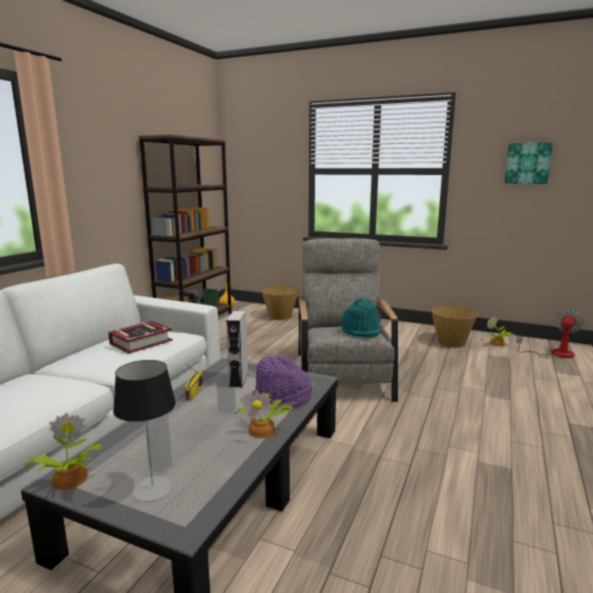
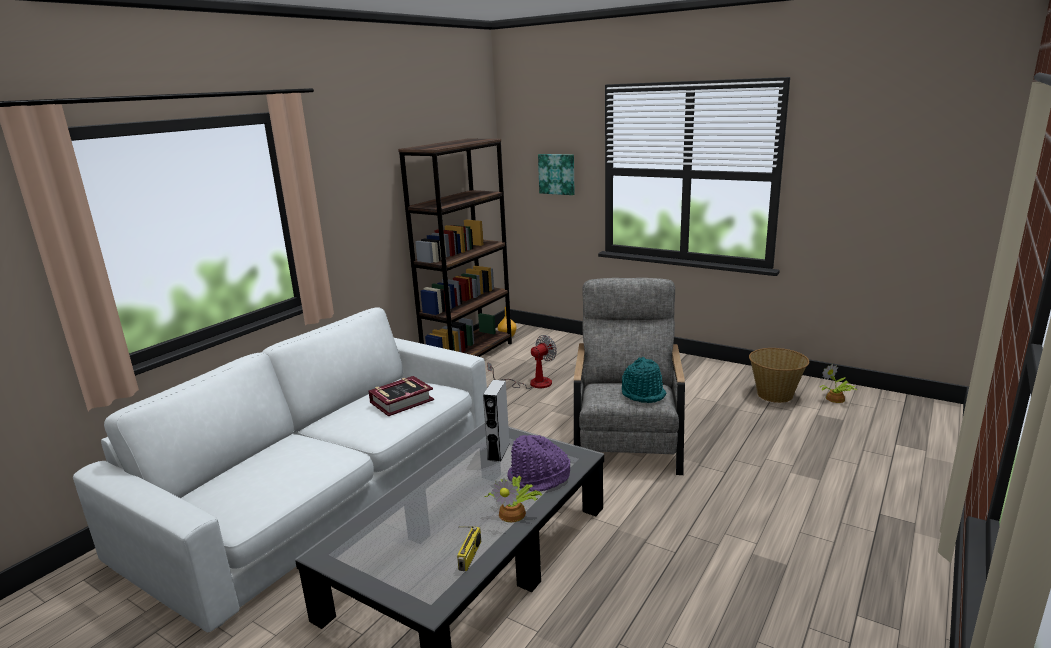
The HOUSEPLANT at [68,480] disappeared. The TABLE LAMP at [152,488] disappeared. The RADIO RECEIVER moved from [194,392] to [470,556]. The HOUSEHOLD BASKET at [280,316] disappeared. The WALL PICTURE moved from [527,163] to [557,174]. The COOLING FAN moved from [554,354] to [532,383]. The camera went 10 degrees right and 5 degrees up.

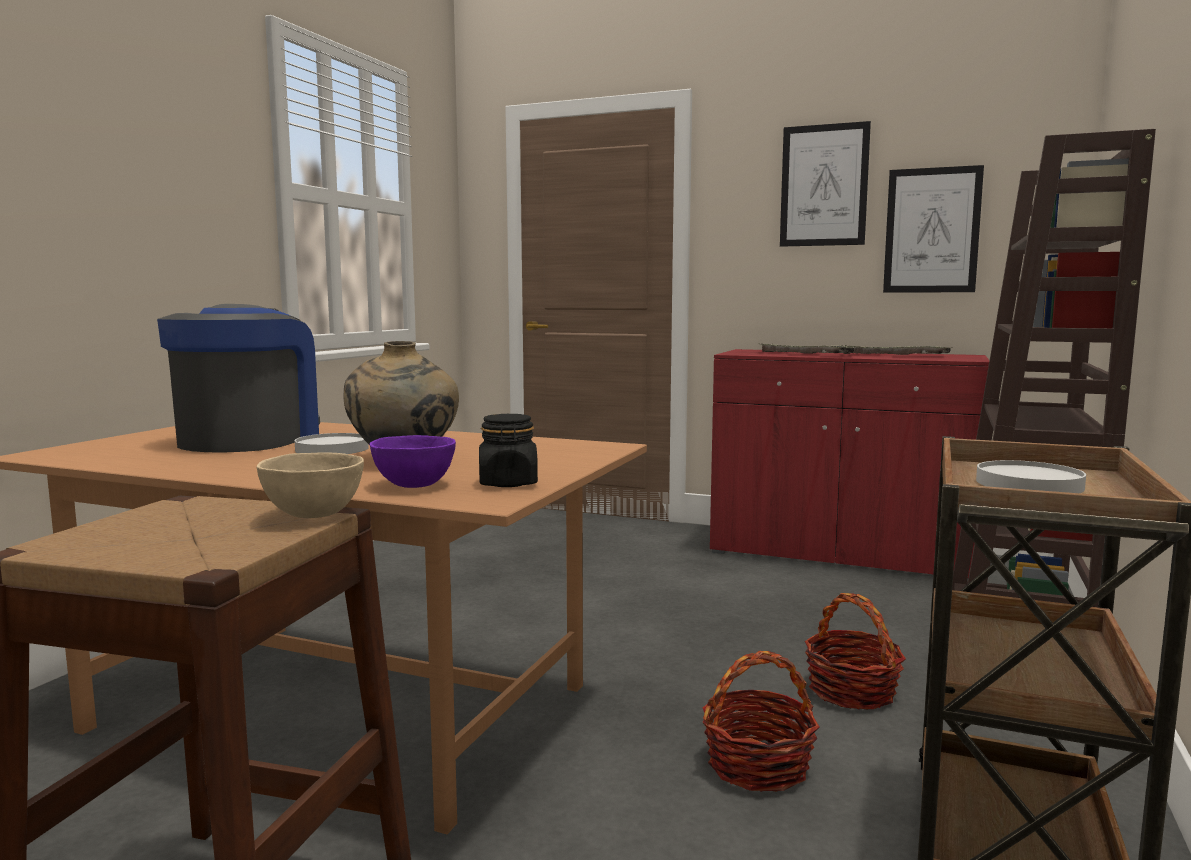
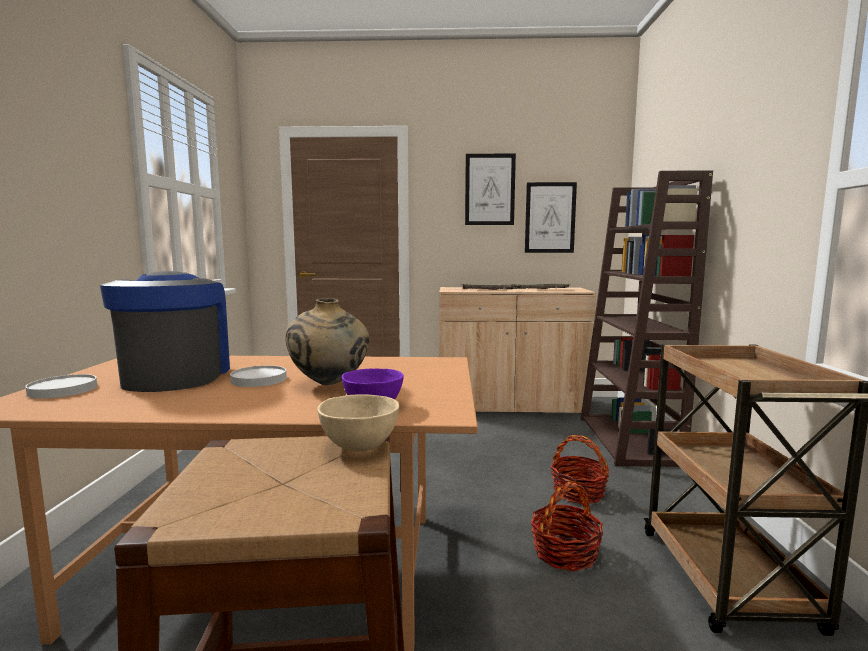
The BLACKISH PRESERVE JAR at [508,483] disappeared. The RED-COLOURED CUPBOARD at [840,554] became the SAND-COLOURED CUPBOARD at [510,405]. The WHITISH DINNER PLATE moved from [1029,484] to [63,390]. The camera went 20 degrees left and 0 degrees up.

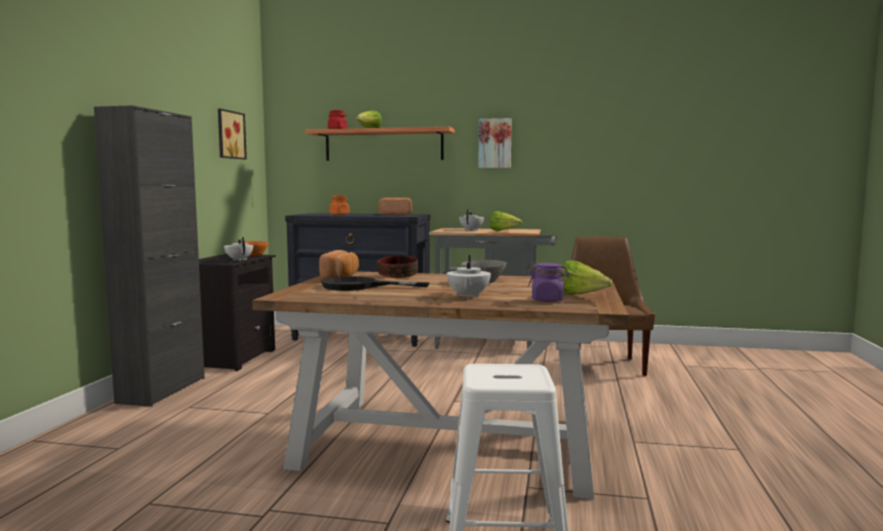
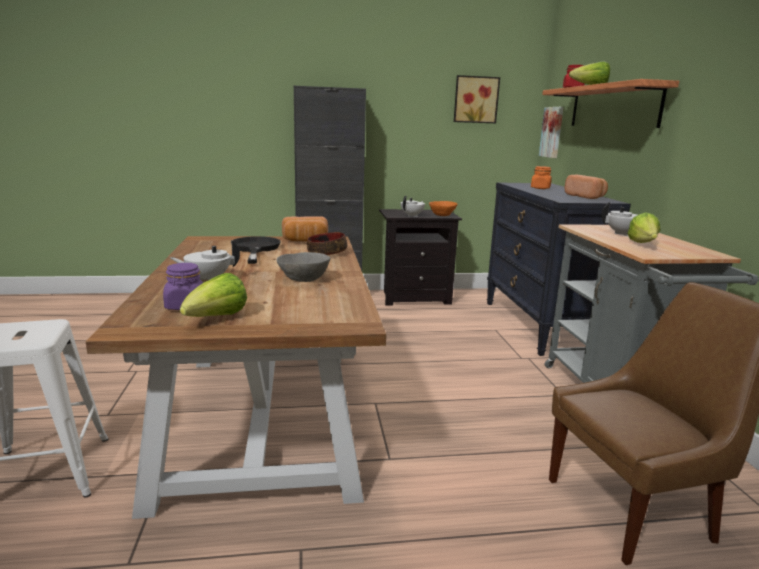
The WALL PICTURE moved from [495,143] to [552,132]. The camera went 70 degrees right and 10 degrees up.

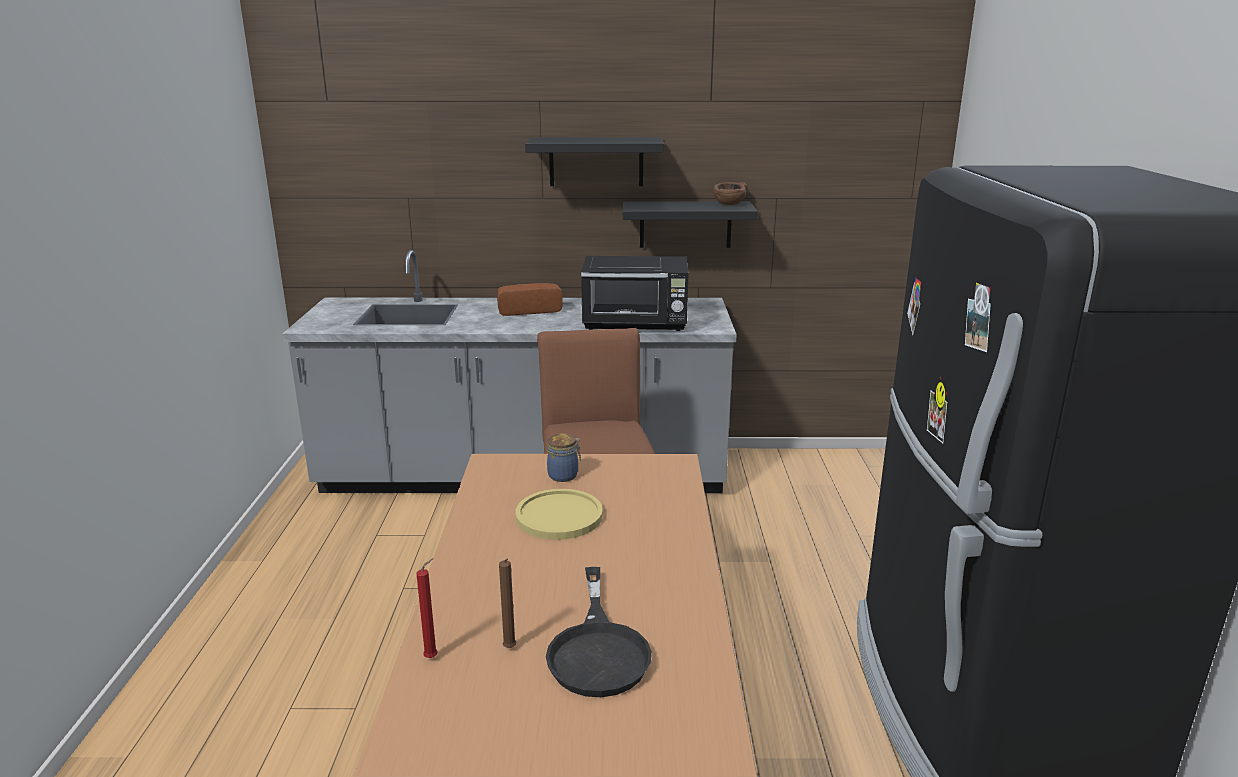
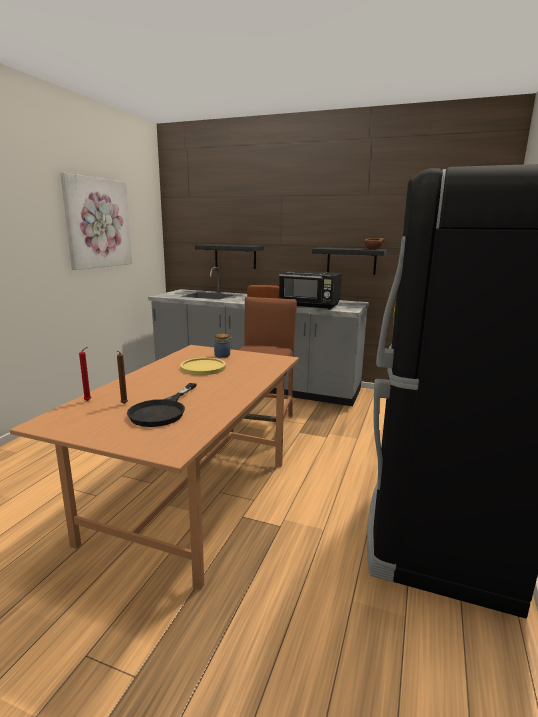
The BLACKISH BRACKET SHELF moved from [596,161] to [235,256]. The WALL PICTURE at [98,223] appeared. The camera went 20 degrees right and 5 degrees down.

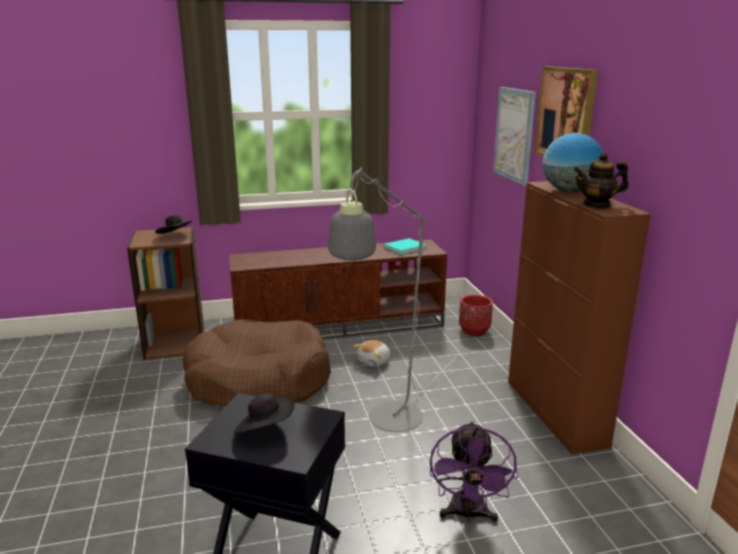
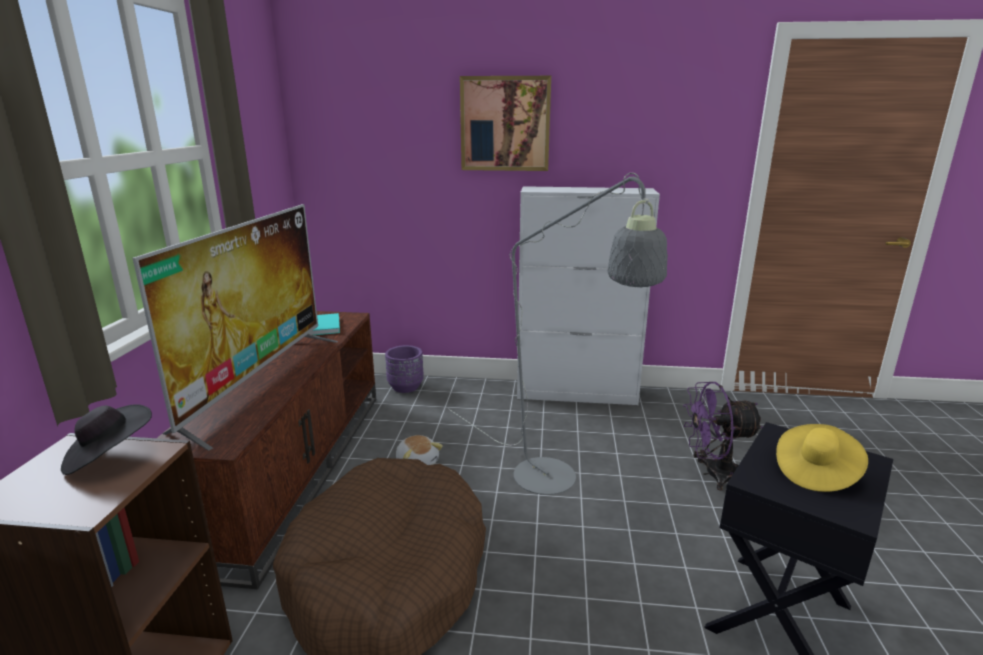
The BLACKISH WEARABLE HAT at [265,429] became the YELLOW-COLOURED WEARABLE HAT at [815,472]. The PURPLISH COOLING FAN at [468,515] turned 150 degrees clockwise. The RED-COLOURED PLANTER at [474,331] became the PURPLISH PLANTER at [405,387]. The WALL PICTURE at [514,134] disappeared. The BROWNISH CUPBOARD at [555,412] became the WHITISH CUPBOARD at [577,393]. The DESK GLOBE at [569,191] disappeared. The TEA POT at [597,205] disappeared. The TELEVISION at [258,382] appeared. The camera went 70 degrees left and 0 degrees up.

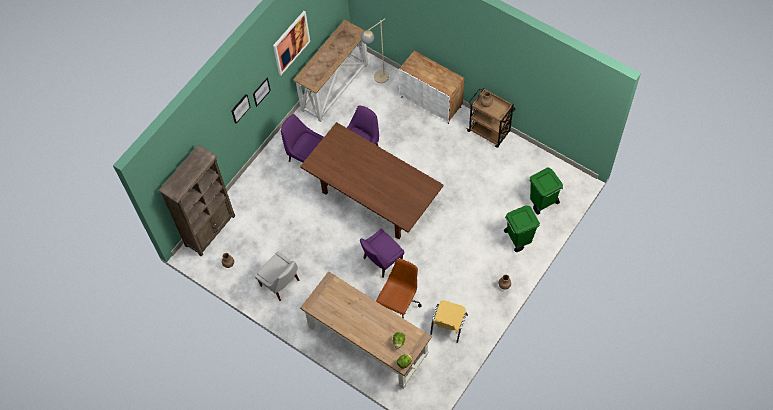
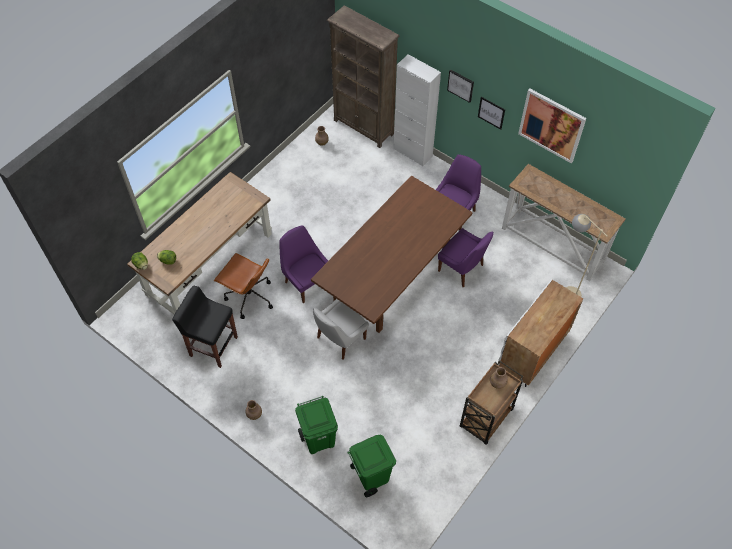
The WHITISH UPRIGHT CHAIR moved from [281,284] to [339,339]. The YELLOW-COLOURED UPRIGHT CHAIR at [448,325] was replaced by the BLACKISH STOOL at [213,346]. The WHITISH CUPBOARD at [412,152] appeared. The camera went 90 degrees right and 5 degrees down.

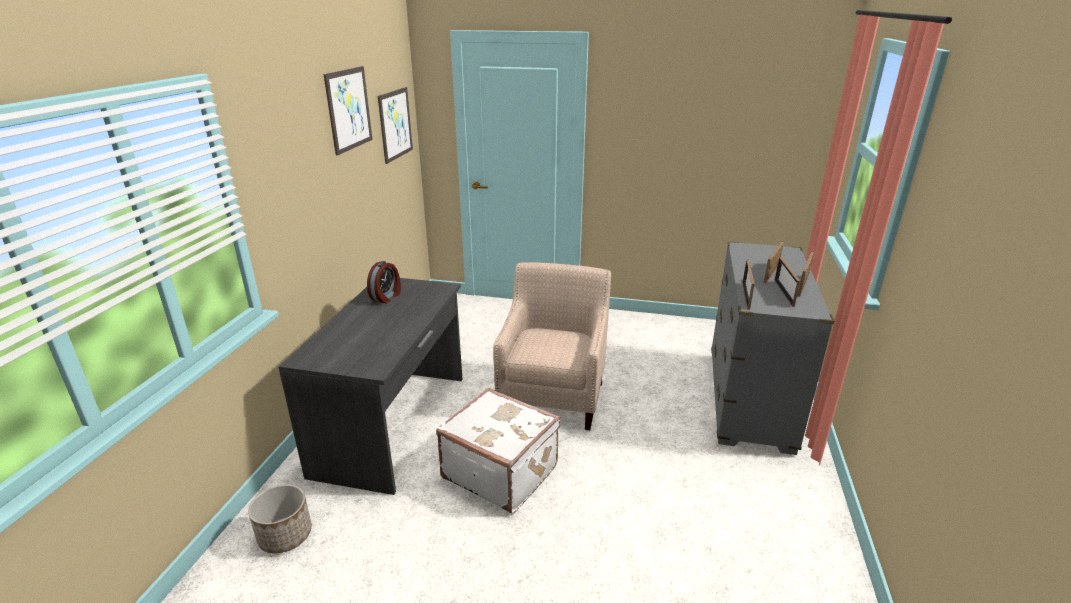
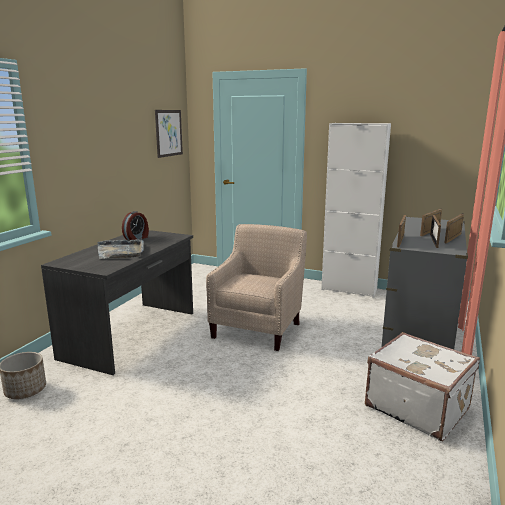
The WALL PICTURE at [349,109] disappeared. The WHITISH PIECE OF LUGGAGE moved from [501,471] to [417,406]. The GREYISH TRAY at [121,251] appeared. The WHITISH CUPBOARD at [349,289] appeared. The camera went 10 degrees right and 10 degrees down.

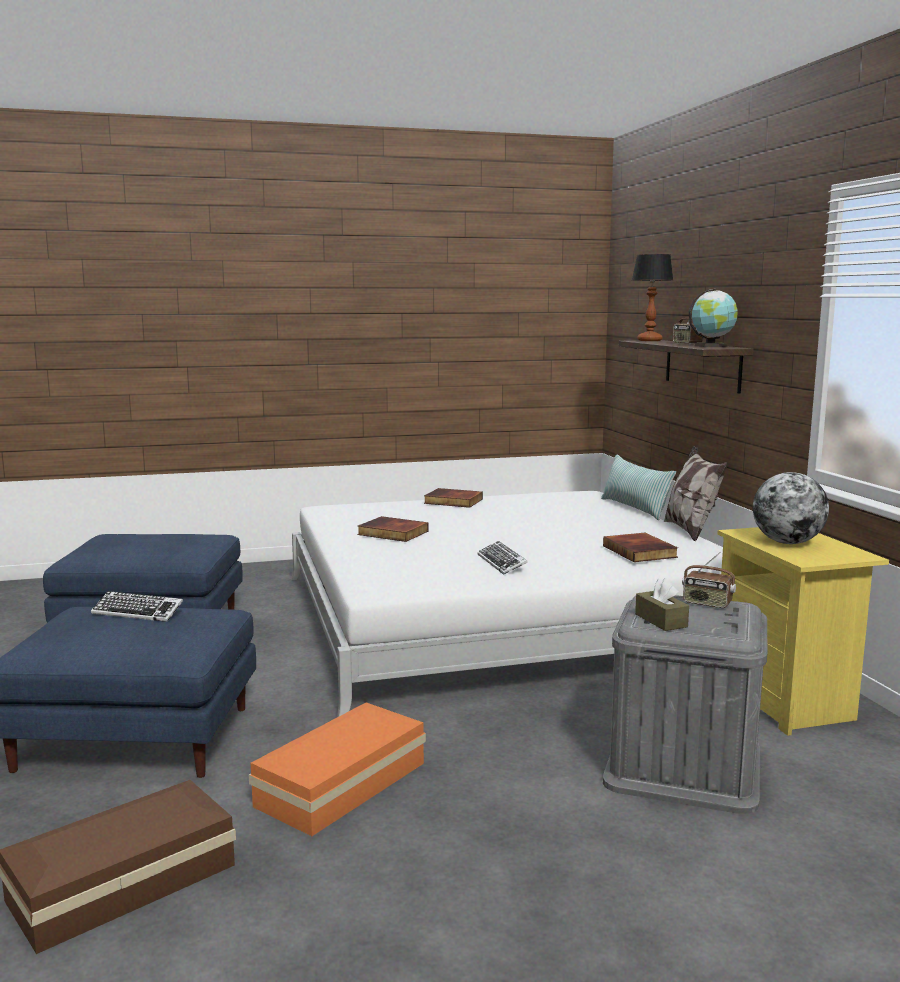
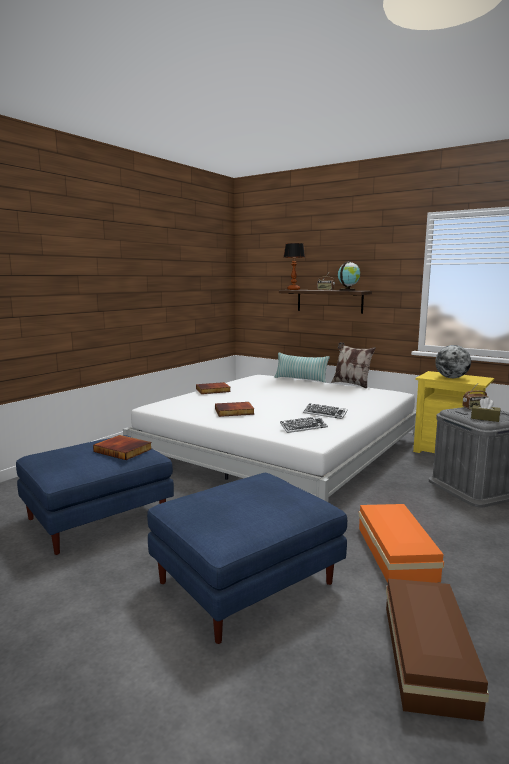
The PC KEYBOARD moved from [137,612] to [303,427]. The BOOK moved from [641,551] to [124,450]. The camera went 40 degrees left and 0 degrees up.

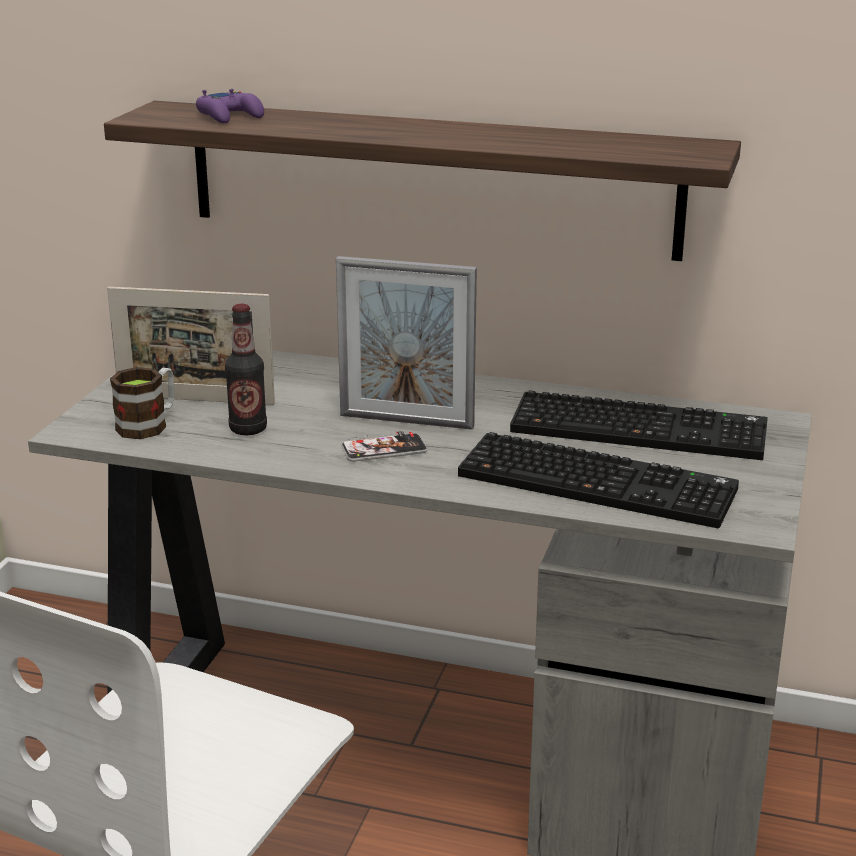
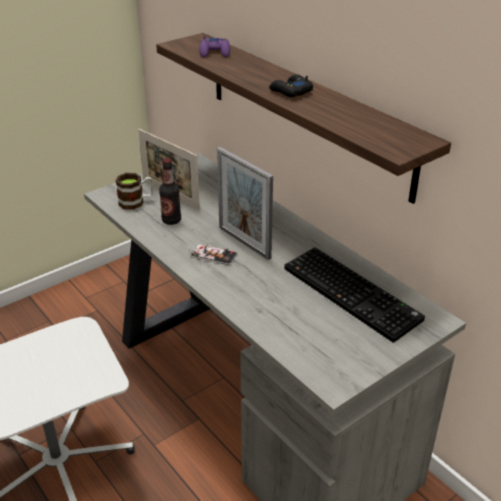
The PC KEYBOARD at [600,482] disappeared. The BLACKISH GAMEPAD at [290,91] appeared. The camera went 35 degrees right and 10 degrees up.

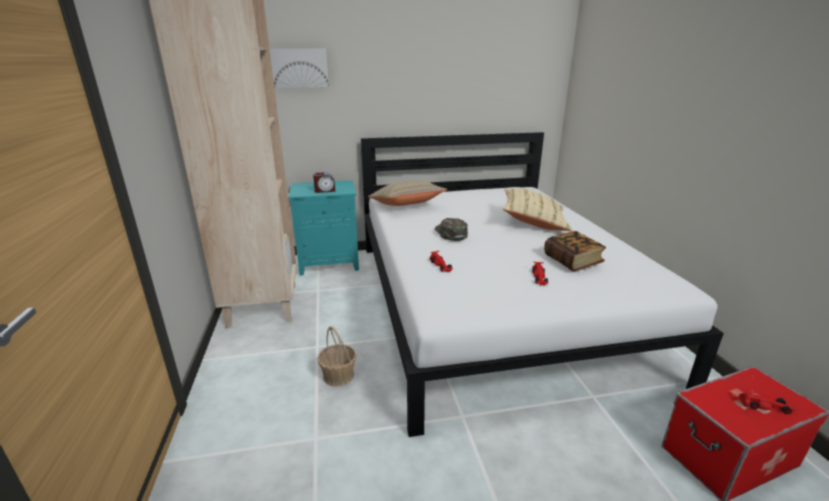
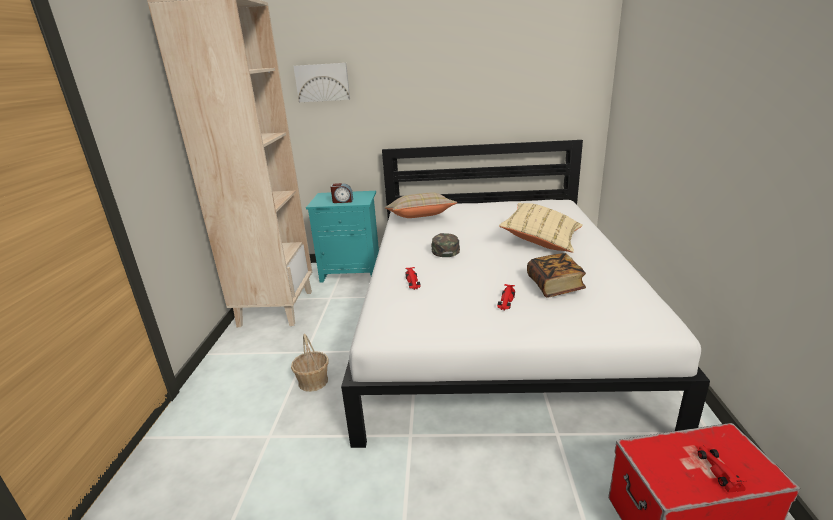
The RED-COLOURED TOY CAR at [766,406] turned 120 degrees counterclockwise. The camera went 15 degrees right and 0 degrees up.

